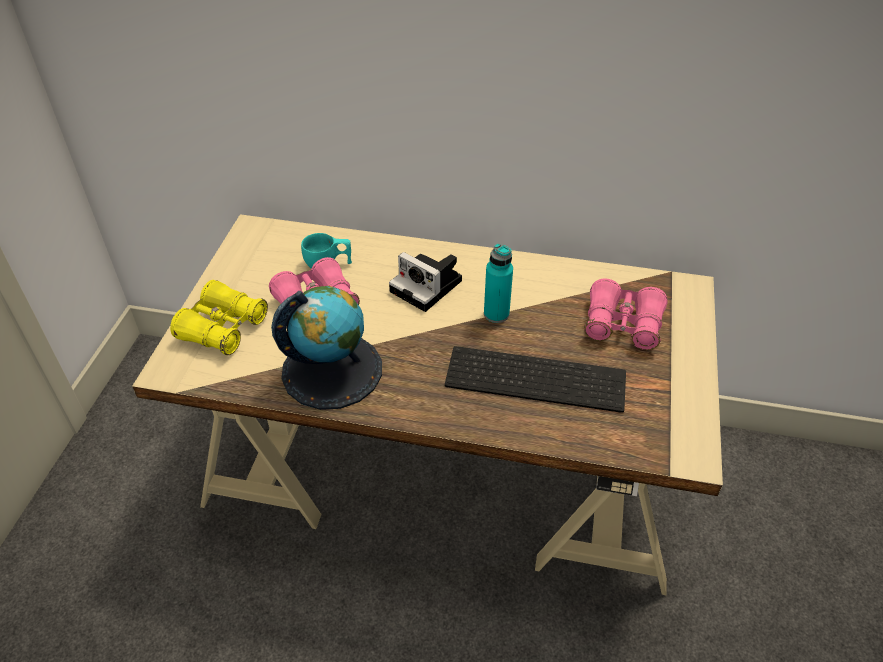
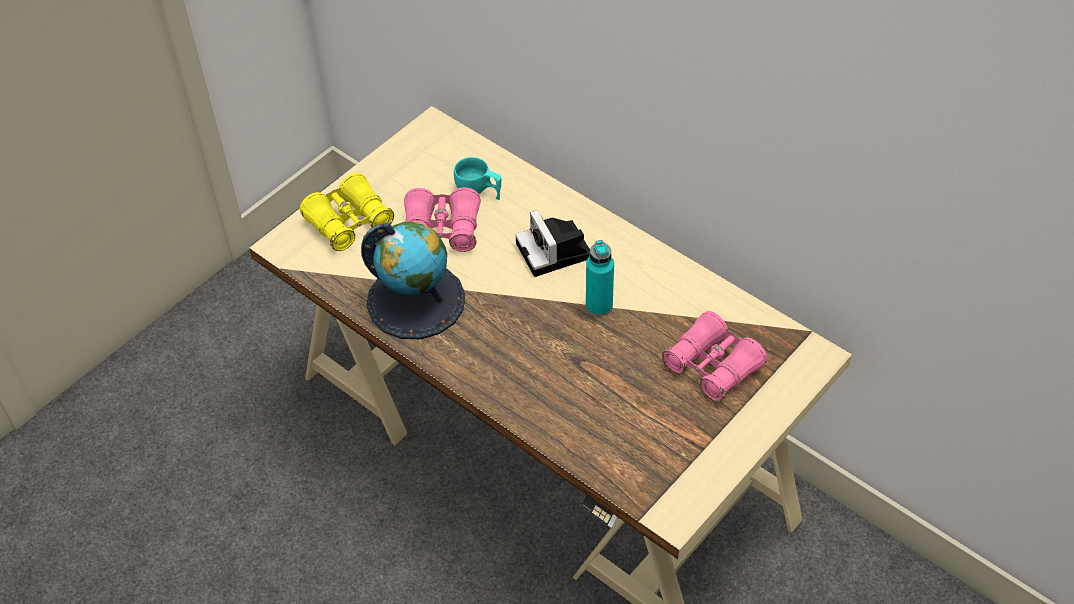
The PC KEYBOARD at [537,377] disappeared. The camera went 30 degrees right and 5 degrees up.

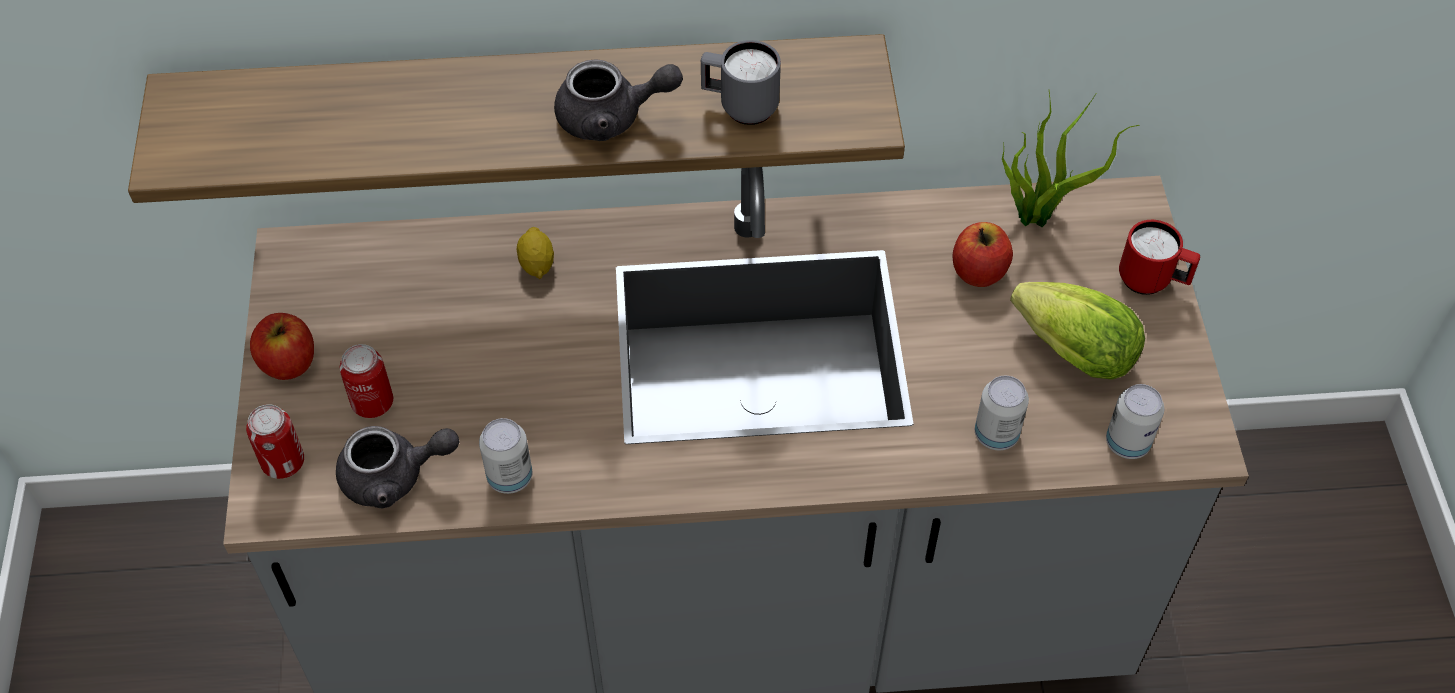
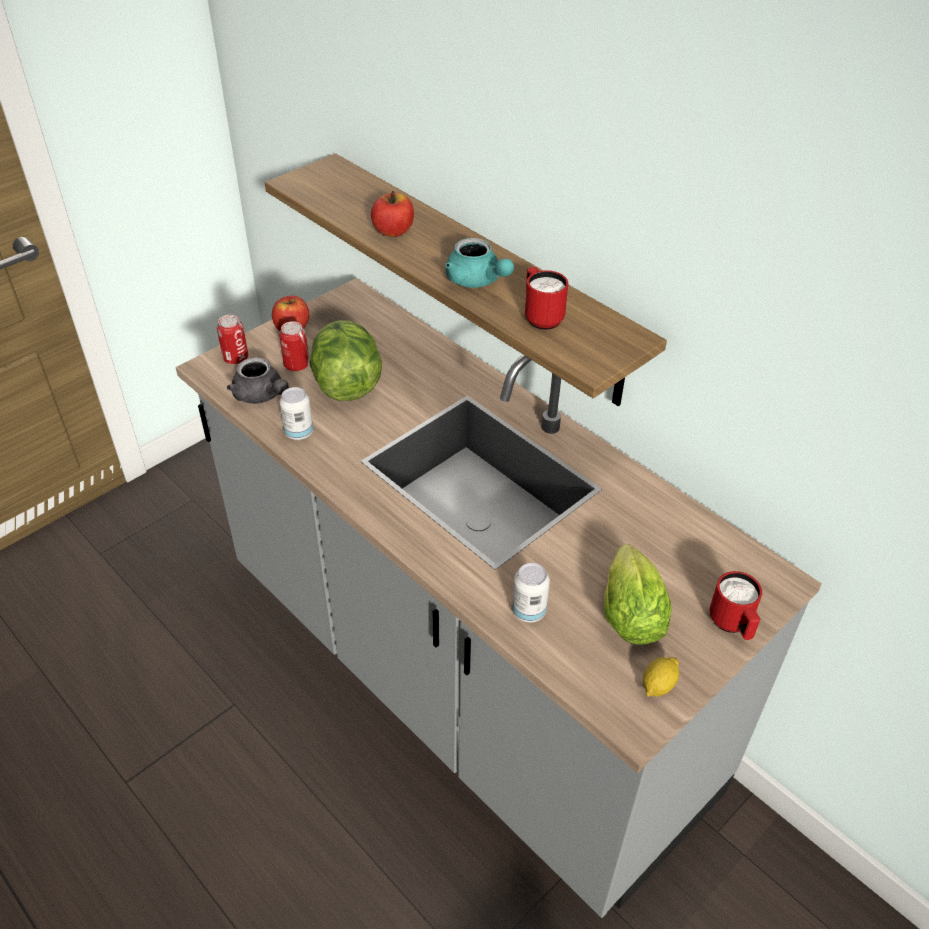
The LEMON moved from [537,264] to [658,685]. The GREYISH TEA POT at [612,117] became the TURQUOISE-COLOURED TEA POT at [477,281]. The GREYISH MUG at [740,107] became the RED-COLOURED MUG at [541,317]. The APPLE FRUIT moved from [979,272] to [393,231]. The HOUSEPLANT at [1039,216] disappeared. The METAL CAN at [1127,443] disappeared. The LETTUCE HEAD at [347,384] appeared. The camera went 50 degrees right and 10 degrees down.

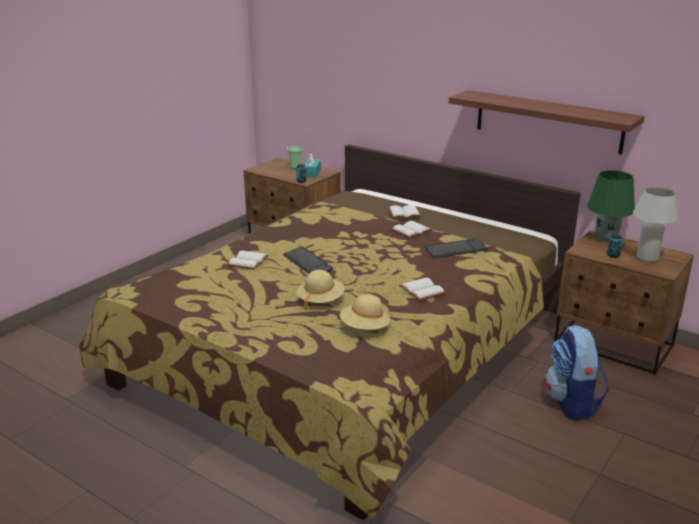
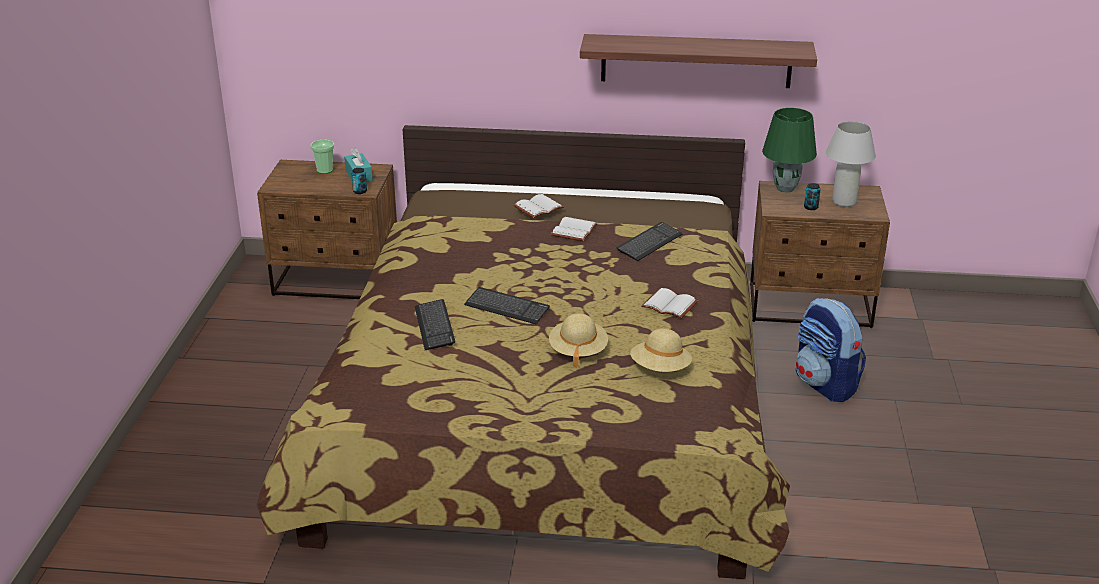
The WHITISH BOOK at [249,262] was replaced by the PC KEYBOARD at [434,326]. The camera went 30 degrees left and 5 degrees up.

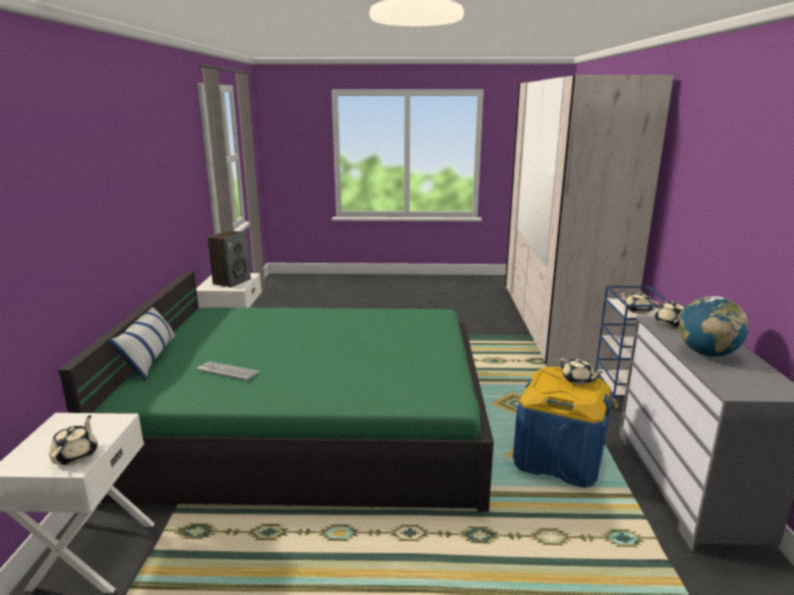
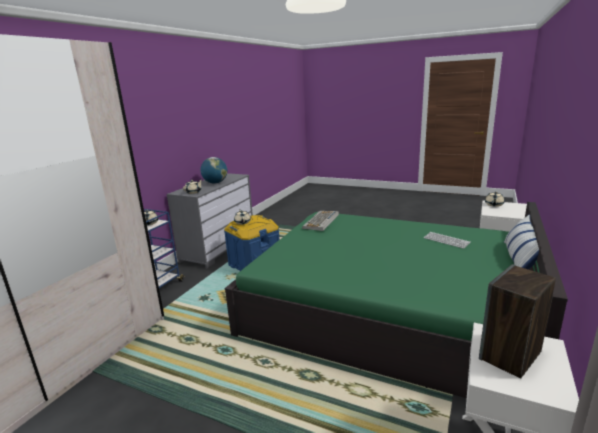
The PC KEYBOARD at [321,221] appeared. The camera went 155 degrees left and 0 degrees up.

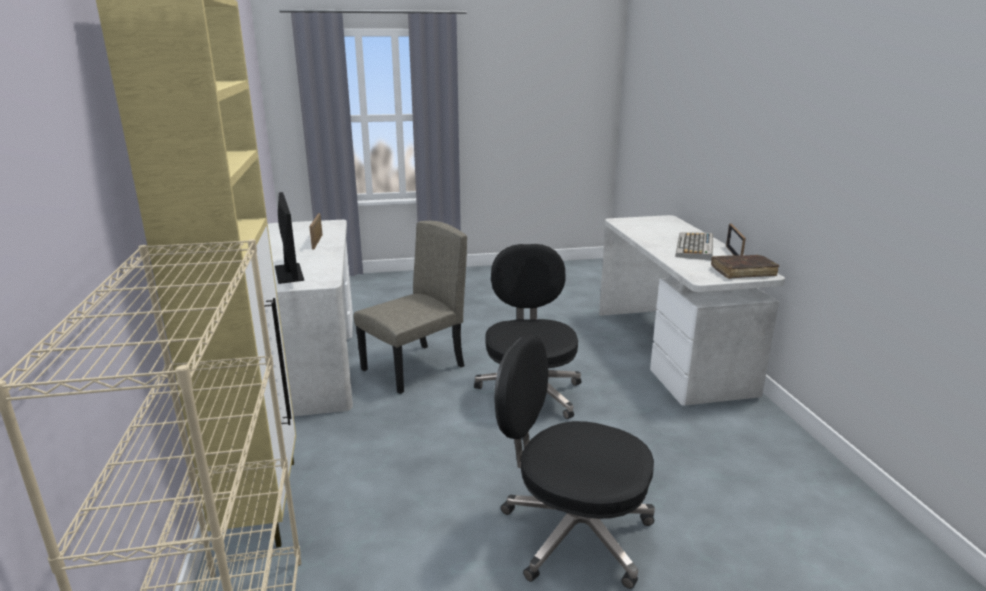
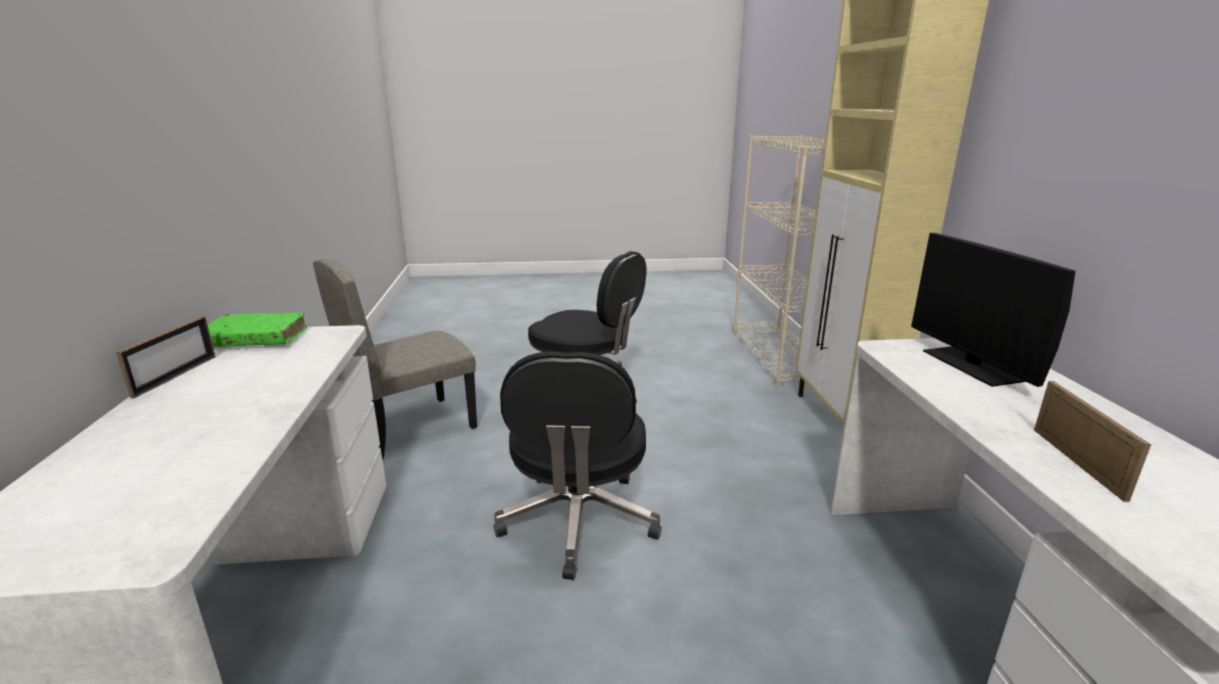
The SAND-COLOURED UPRIGHT CHAIR moved from [414,368] to [412,427]. The PC KEYBOARD at [695,247] disappeared. The BROWNISH BOOK at [743,272] became the GREENISH BOOK at [256,339]. The camera went 175 degrees left and 0 degrees up.

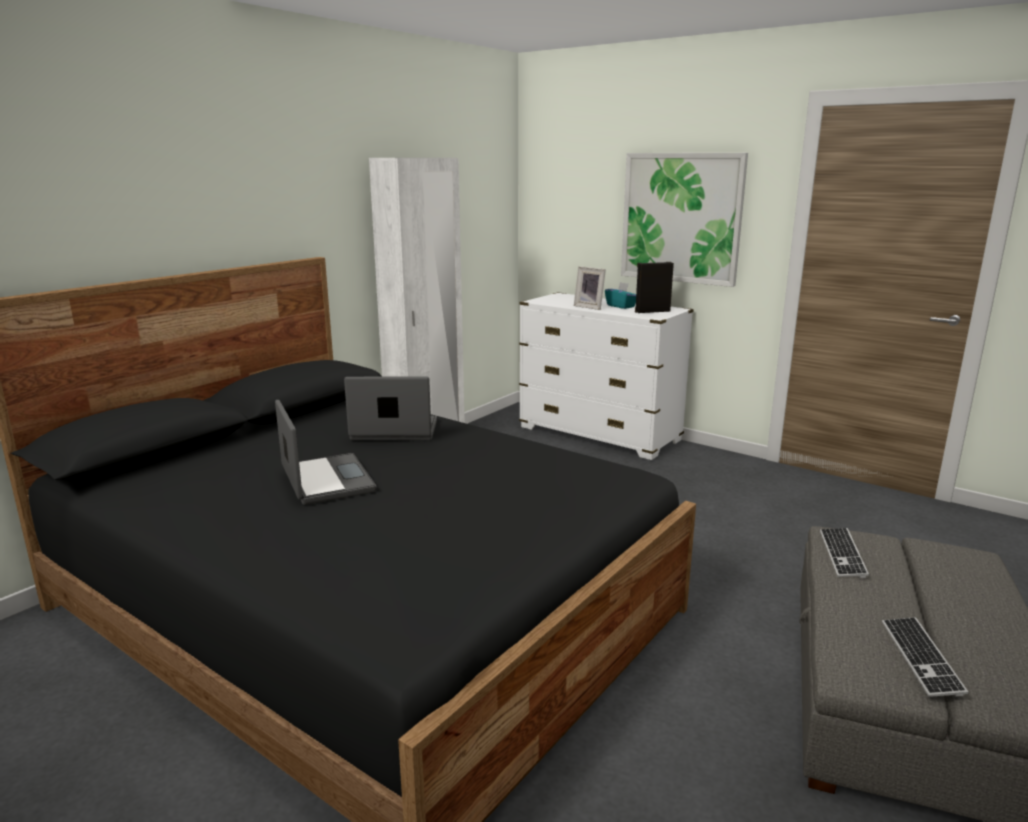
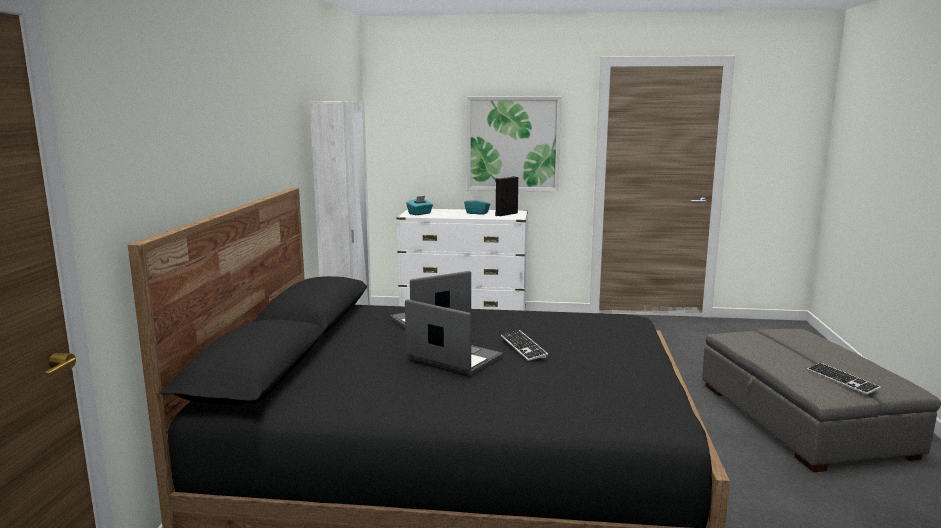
The PICTURE FRAME at [590,307] disappeared. The PC KEYBOARD moved from [842,554] to [523,347]. The TURQUOISE-COLOURED TISSUE BOX at [420,214] appeared. The camera went 30 degrees left and 5 degrees down.

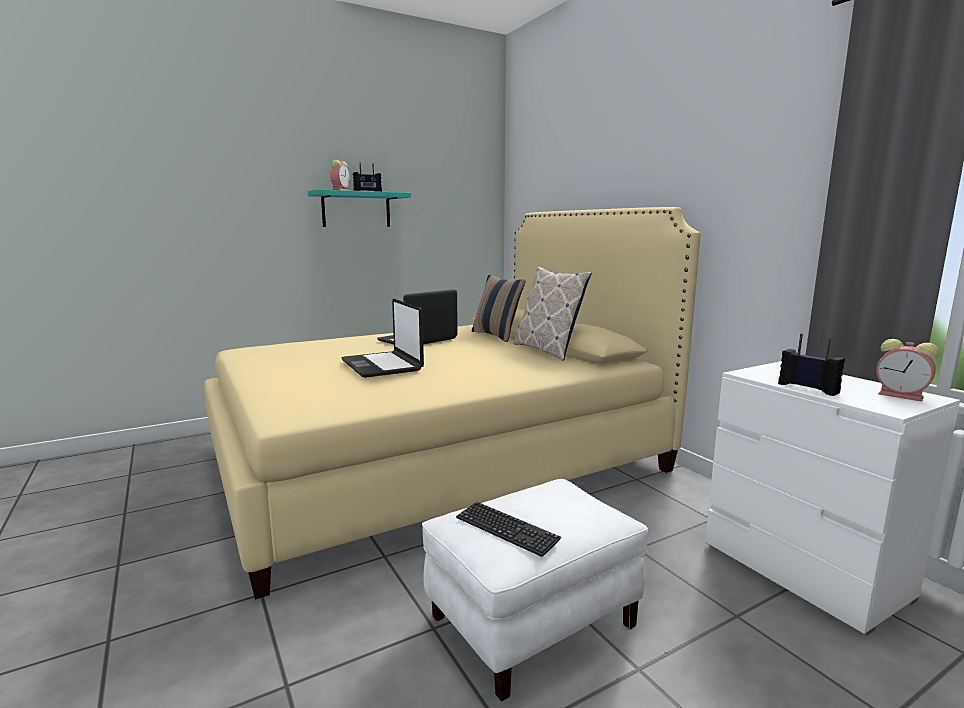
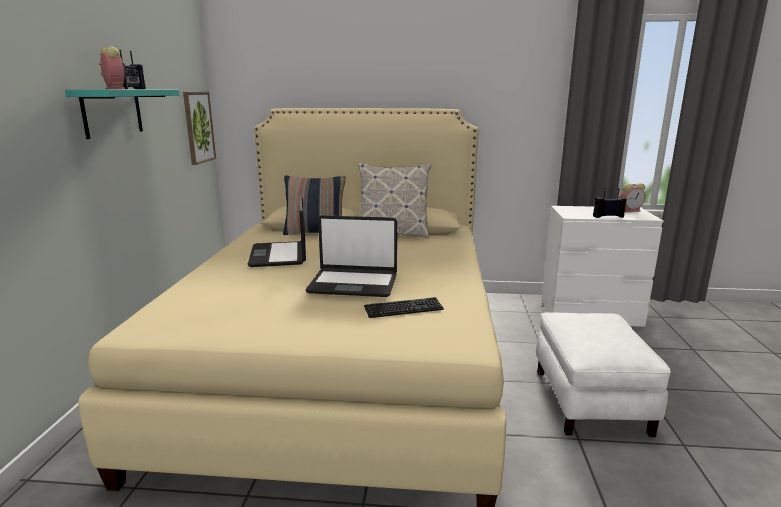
The PC KEYBOARD moved from [506,530] to [403,309]. The WALL PICTURE at [198,127] appeared. The camera went 55 degrees left and 5 degrees up.

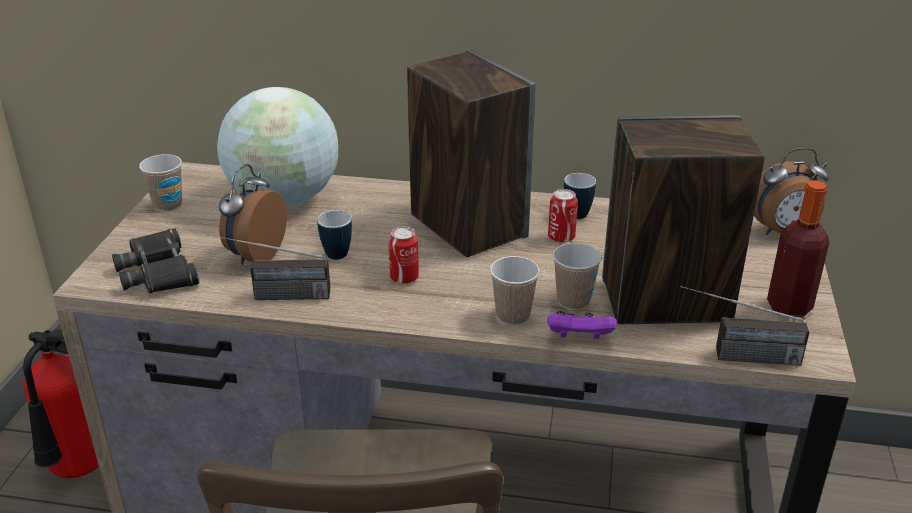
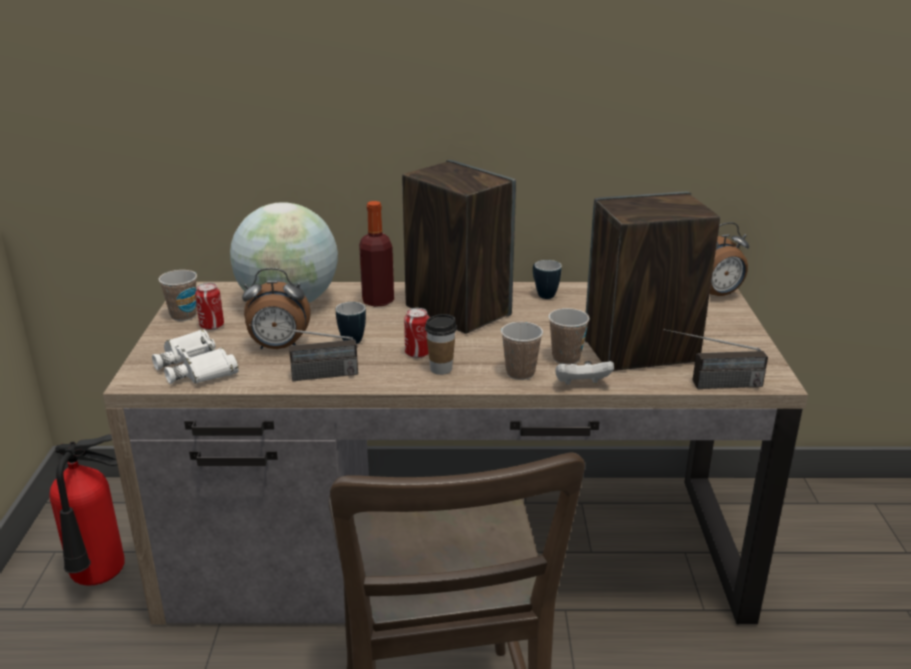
The BLACKISH BINOCULARS at [159,271] became the WHITISH BINOCULARS at [196,367]. The TABLE CLOCK at [254,255] turned 105 degrees counterclockwise. The PURPLISH GAMEPAD at [579,339] became the WHITISH GAMEPAD at [581,385]. The METAL CAN moved from [561,237] to [212,326]. The BEVERAGE BOTTLE moved from [789,306] to [378,301]. The DRINKING CUP at [441,369] appeared. The camera went 10 degrees left and 5 degrees down.

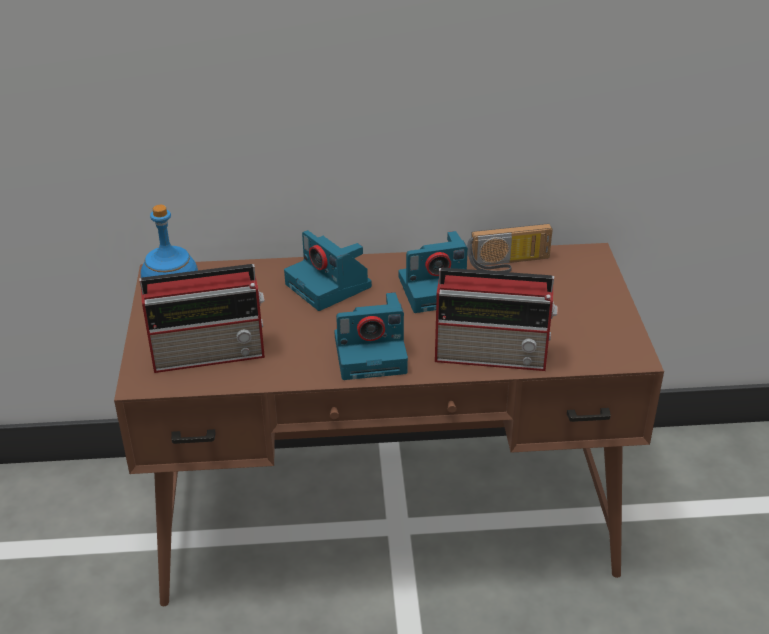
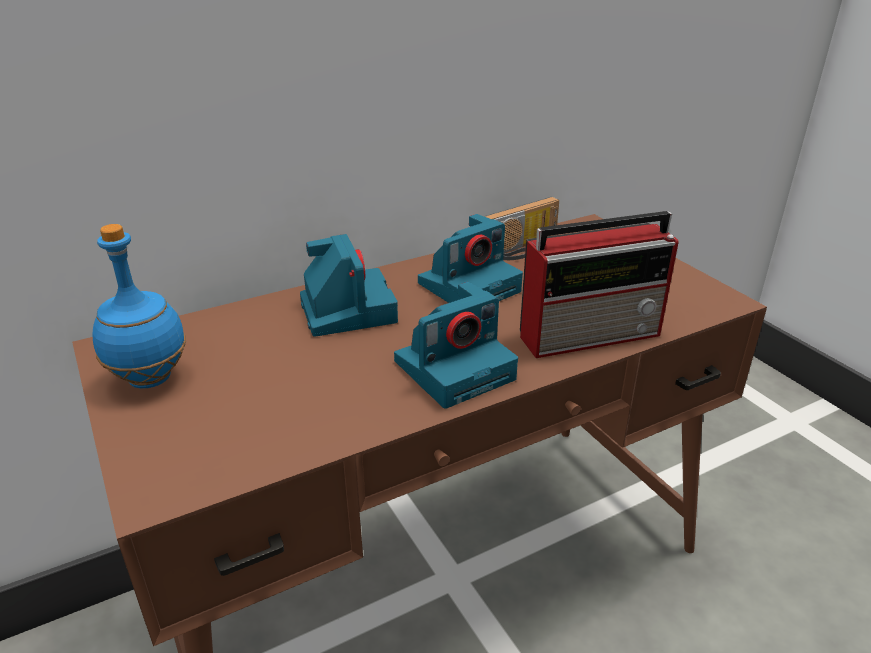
The RADIO RECEIVER at [211,353] disappeared. The PHOTO CAMERA at [330,286] turned 135 degrees counterclockwise. The camera went 25 degrees left and 5 degrees down.

